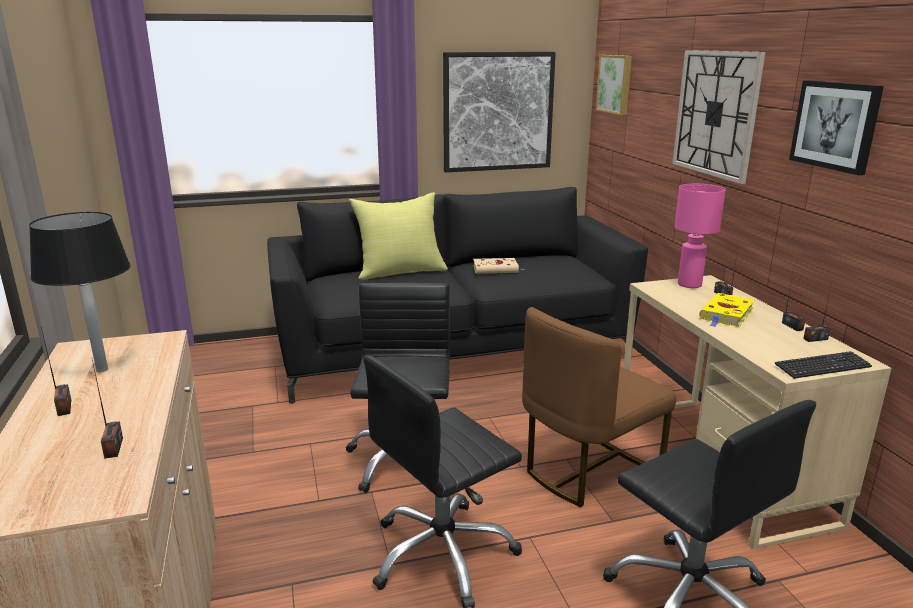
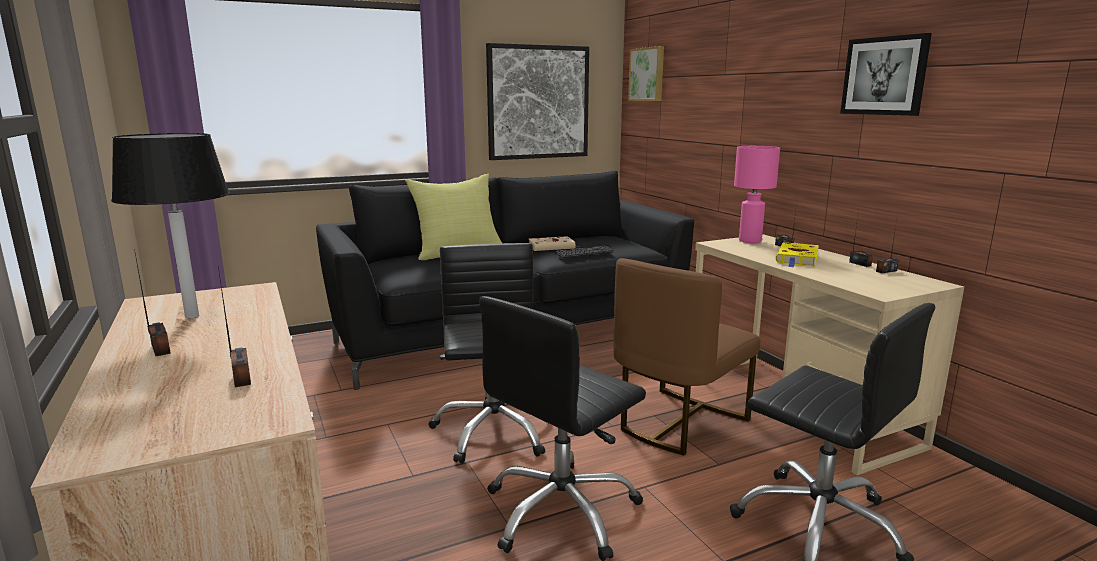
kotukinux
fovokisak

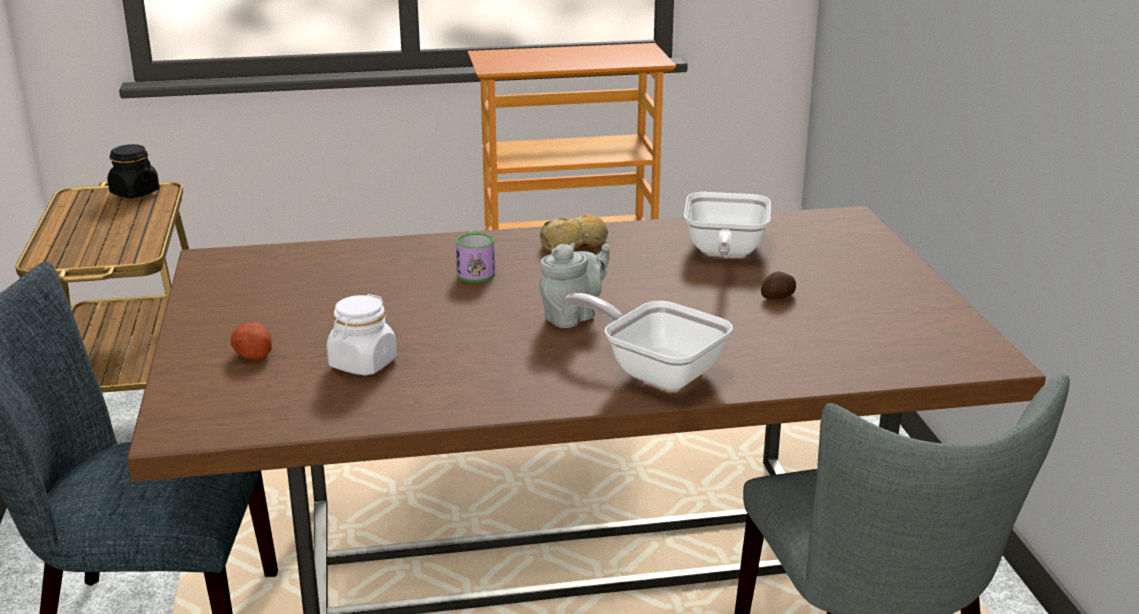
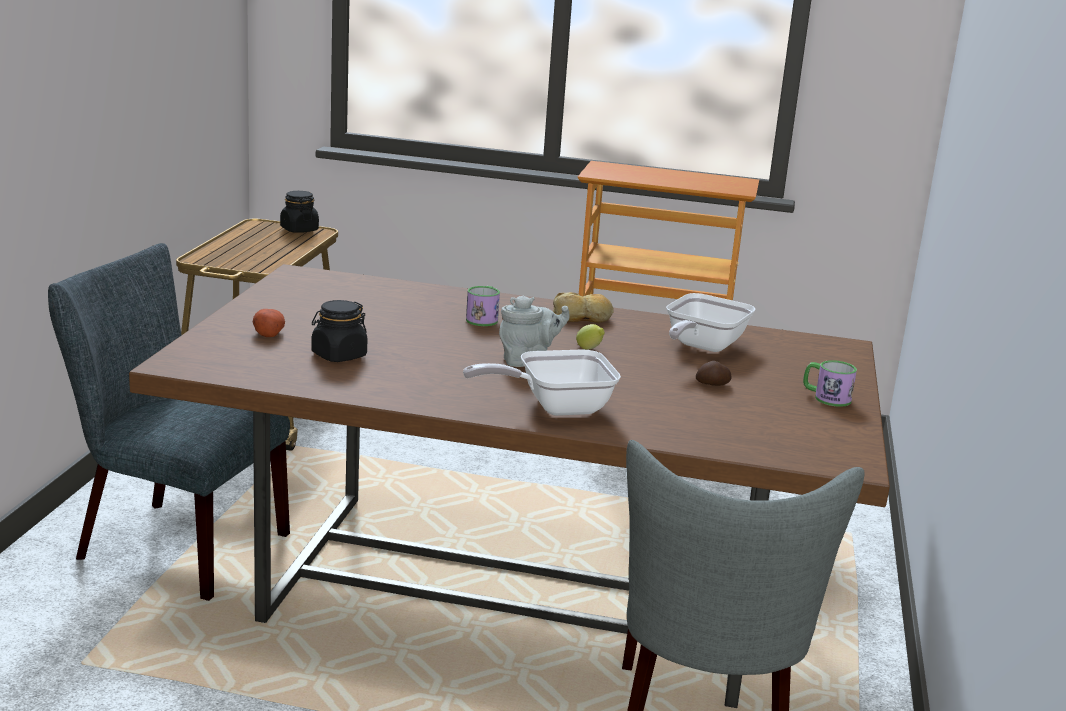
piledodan
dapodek (2nd from left)
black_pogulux (2nd from left)
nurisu (1st from left)

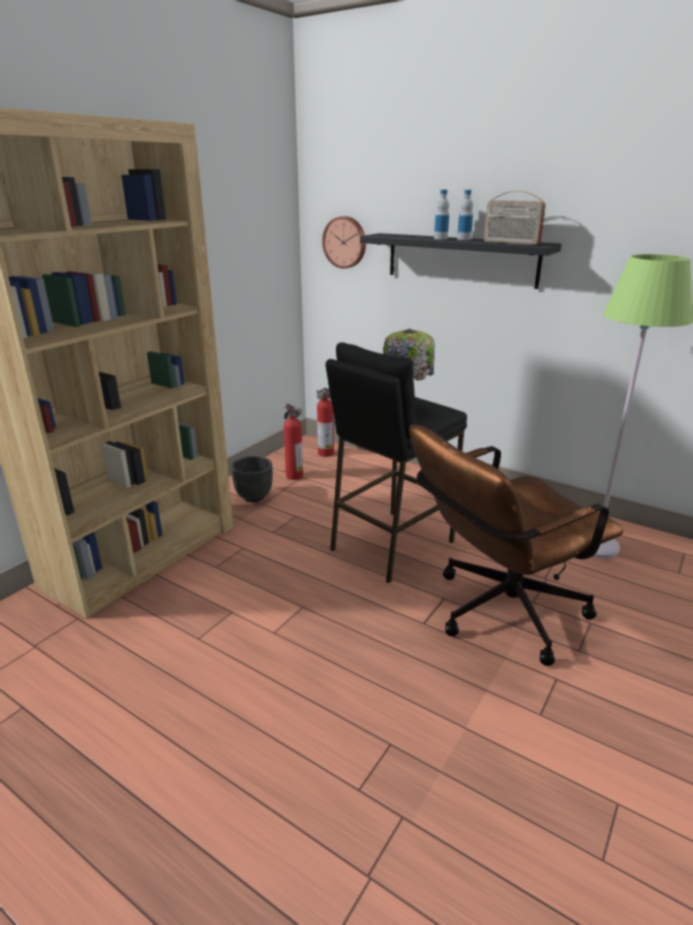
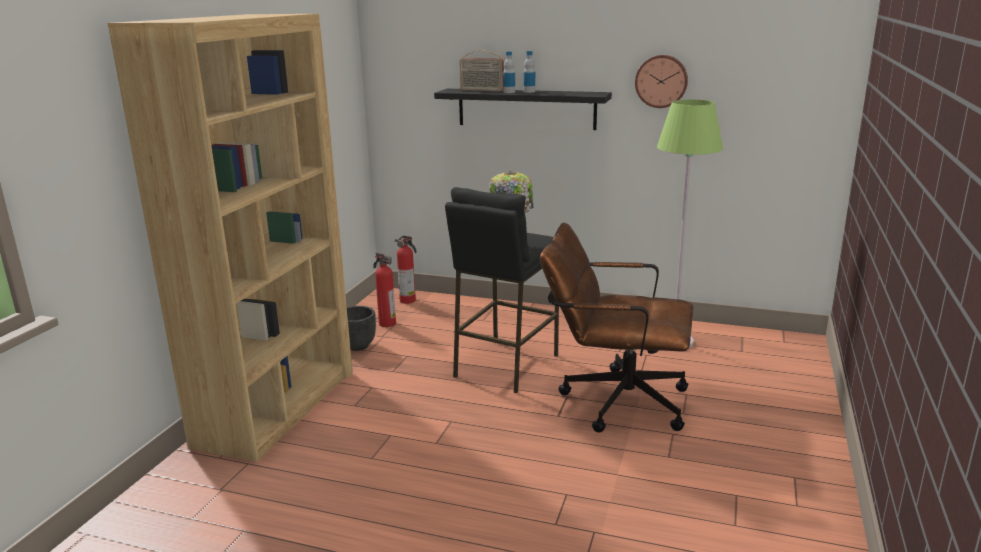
kotukinux
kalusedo
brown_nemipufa

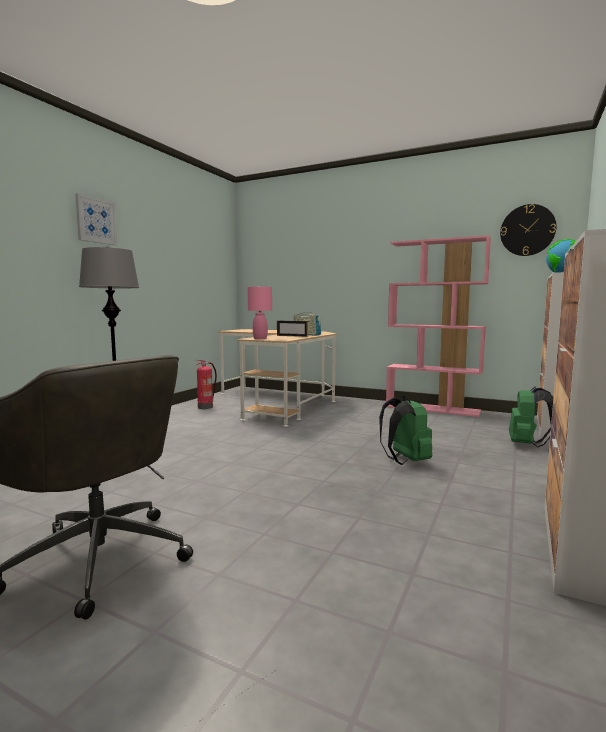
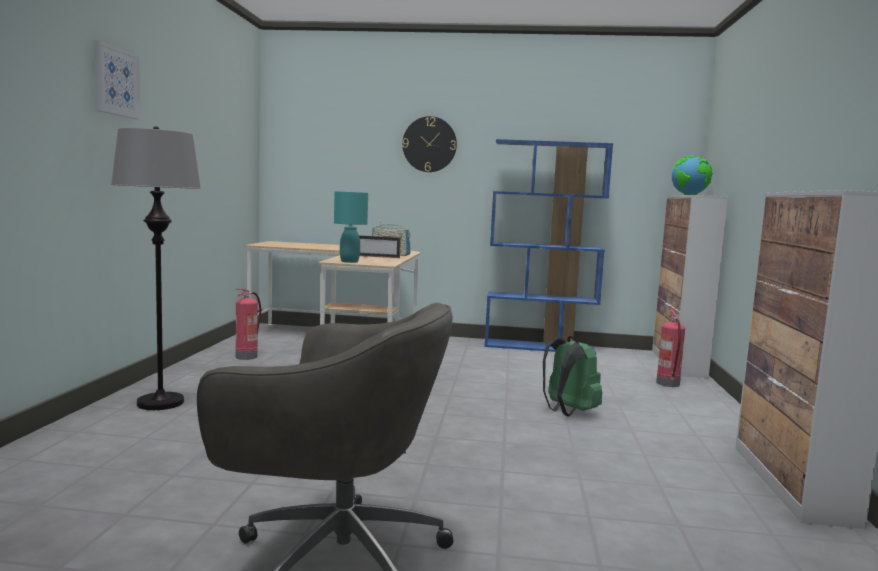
kotukinux
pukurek (2nd from left)
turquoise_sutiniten
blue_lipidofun

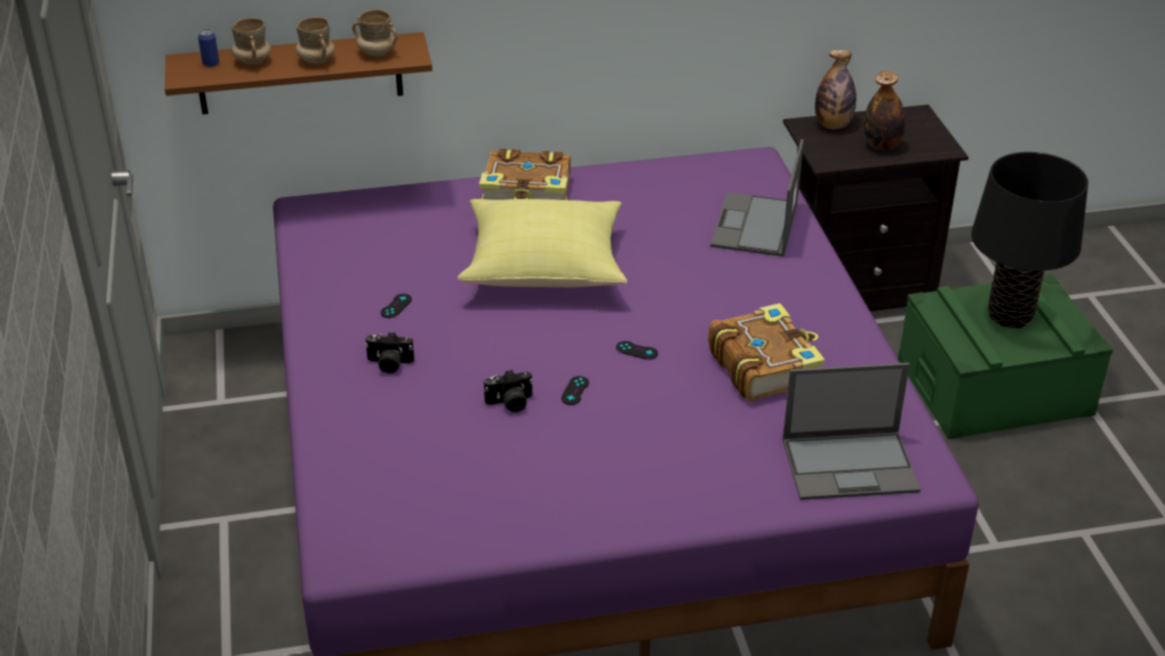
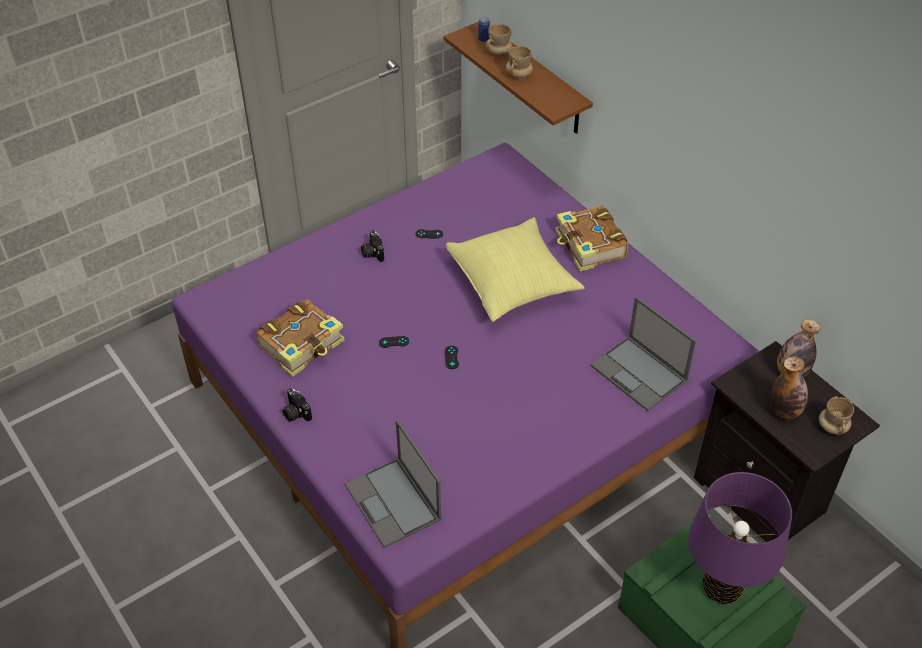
beige_dapodek (3rd from left)
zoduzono (1st from left)
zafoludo (1st from left)
purple_sutiniten
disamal (2nd from left)

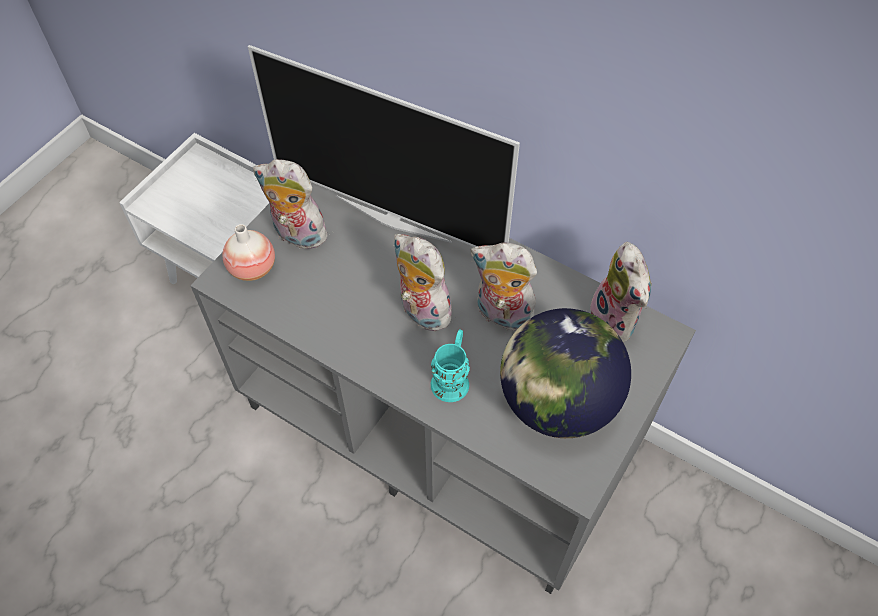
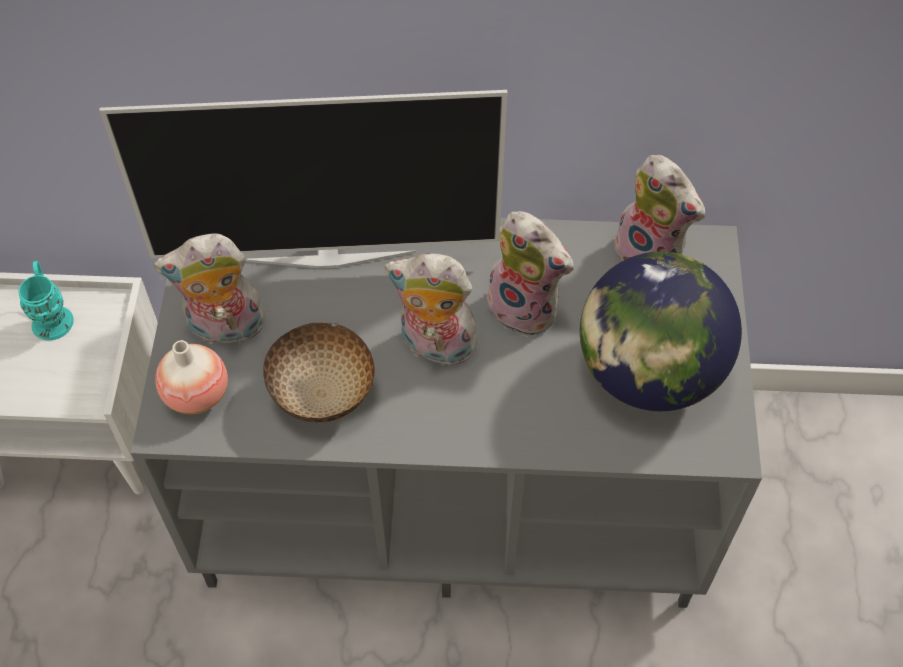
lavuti
turquoise_dapodek
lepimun (3rd from left)

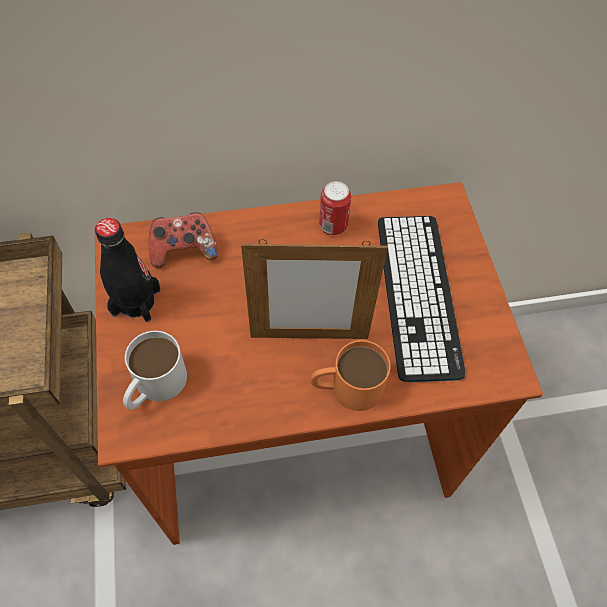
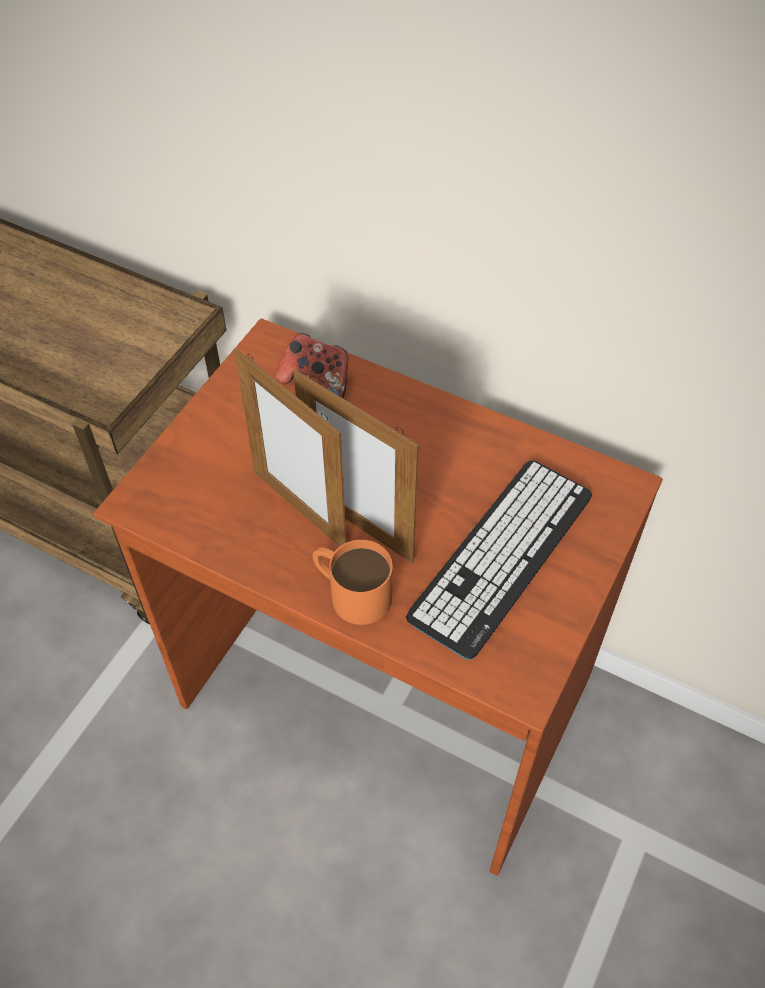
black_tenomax
white_dapodek
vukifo
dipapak (1st from left)

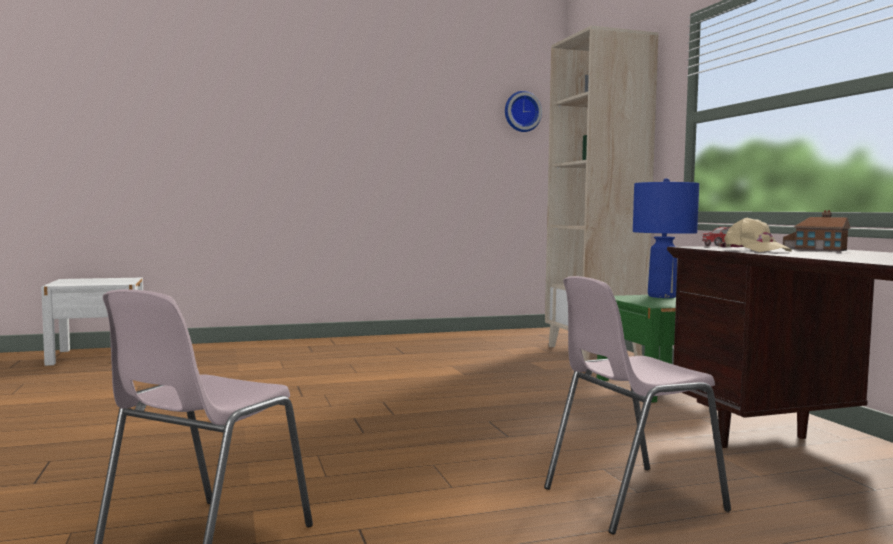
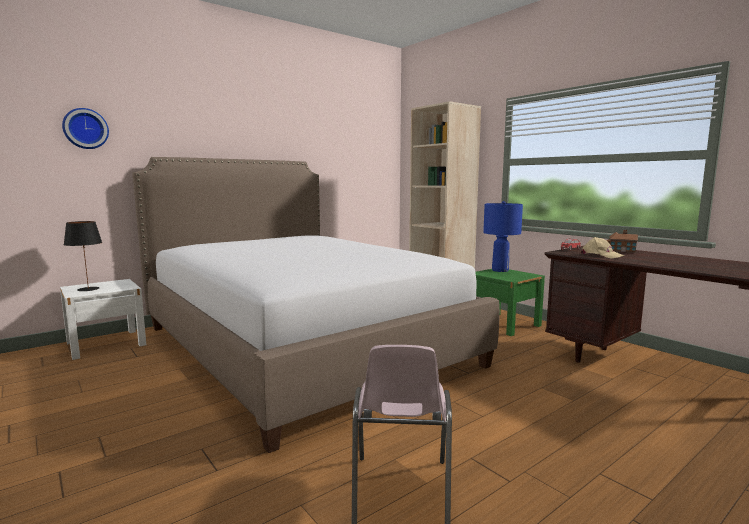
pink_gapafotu (2nd from left in the first image)
black_sutiniten
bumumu
kotukinux

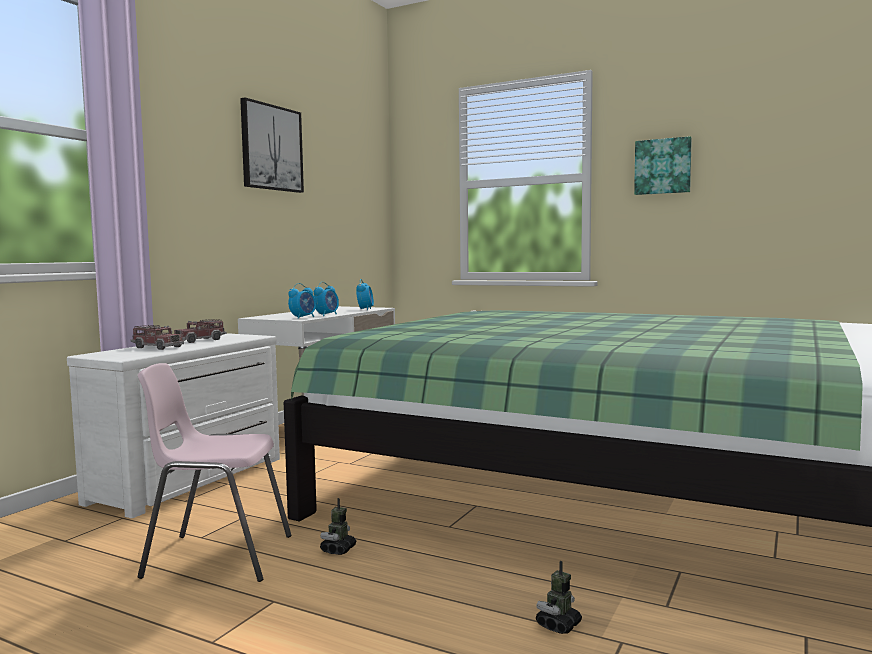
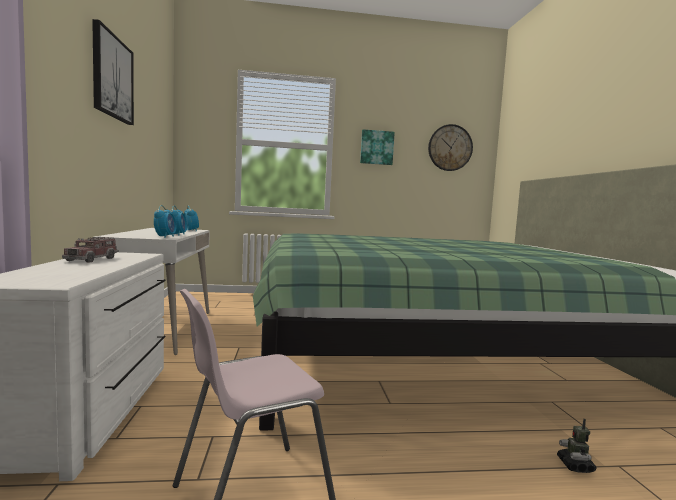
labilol (1st from left in the first image)
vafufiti (1st from left in the first image)
kotukinux

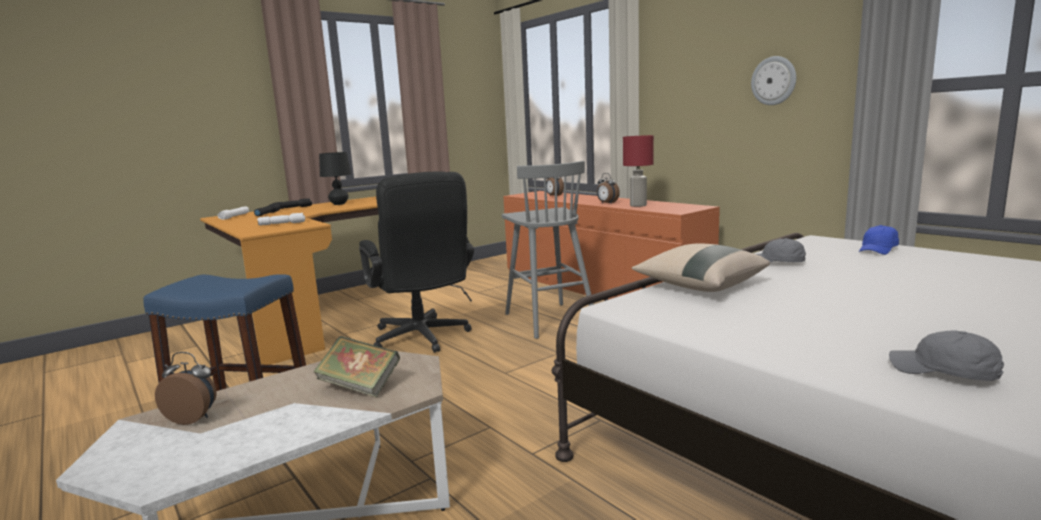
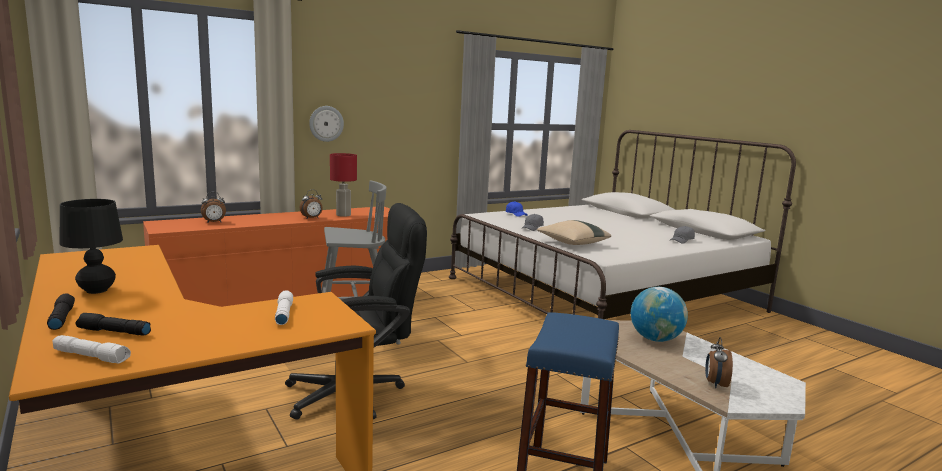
kotukinux
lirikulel

